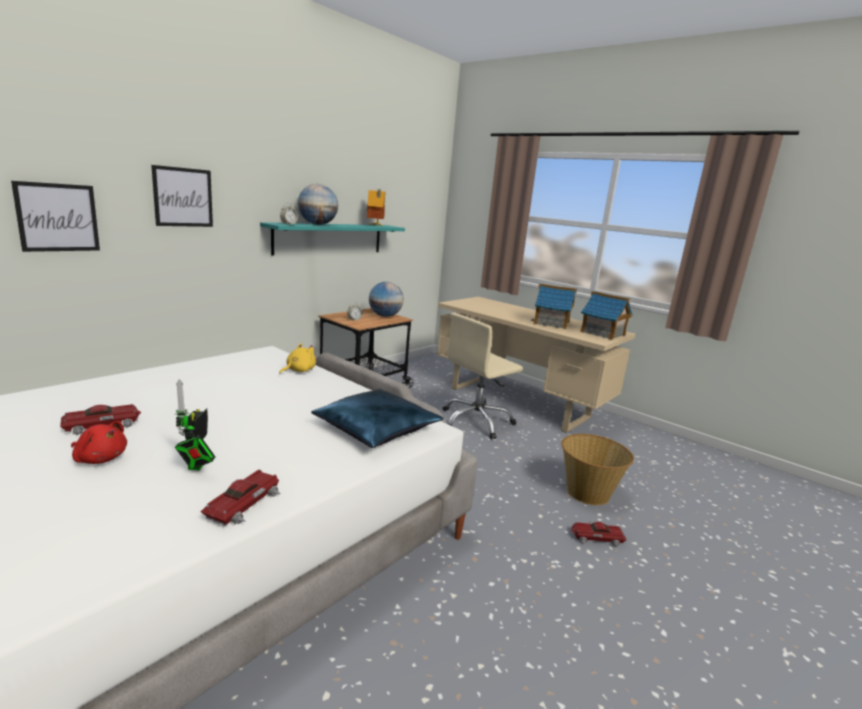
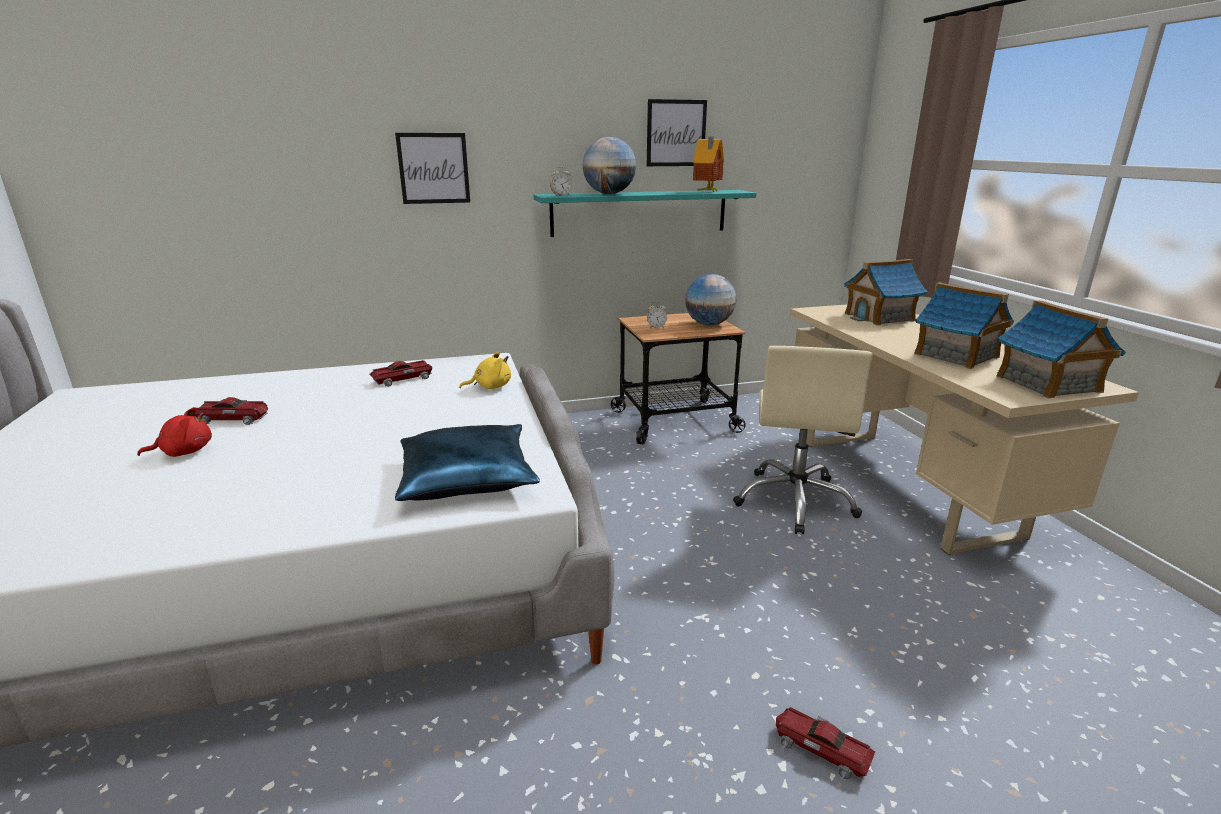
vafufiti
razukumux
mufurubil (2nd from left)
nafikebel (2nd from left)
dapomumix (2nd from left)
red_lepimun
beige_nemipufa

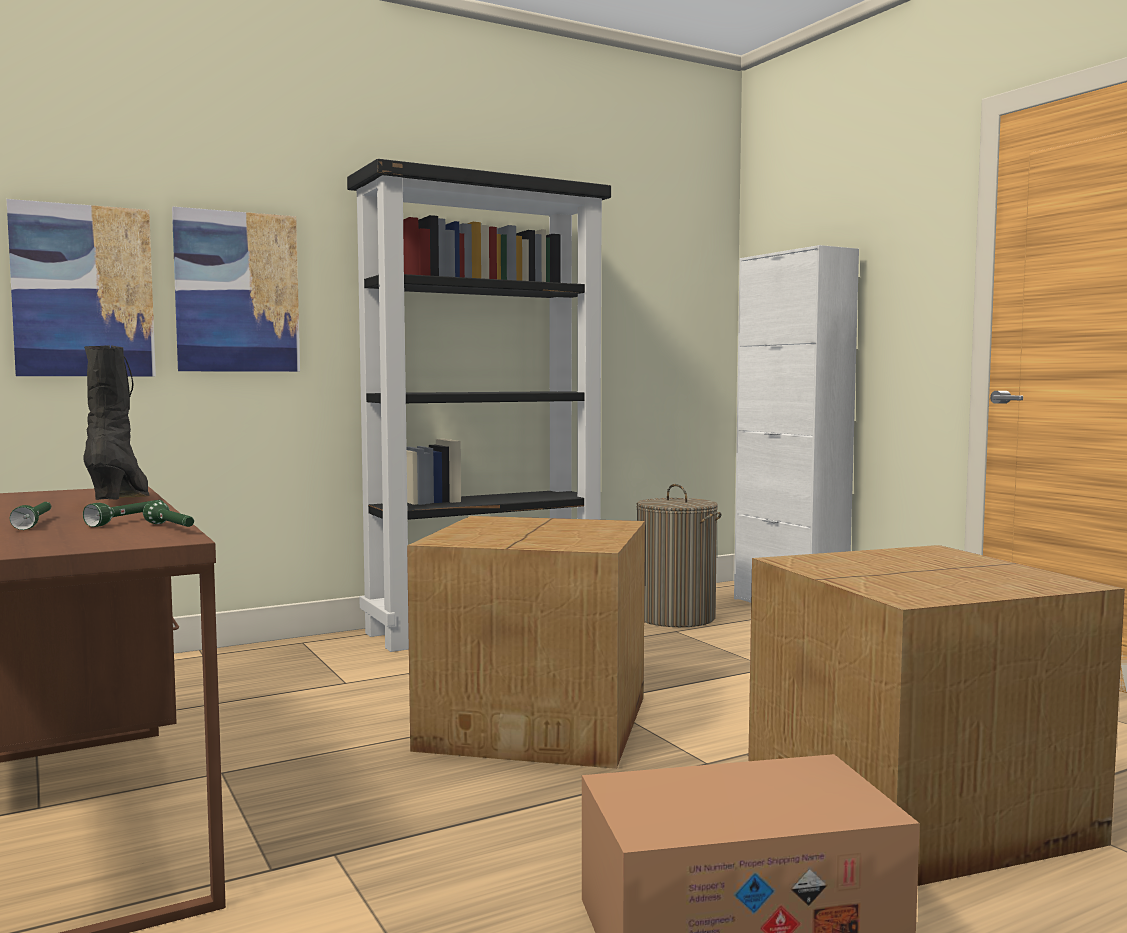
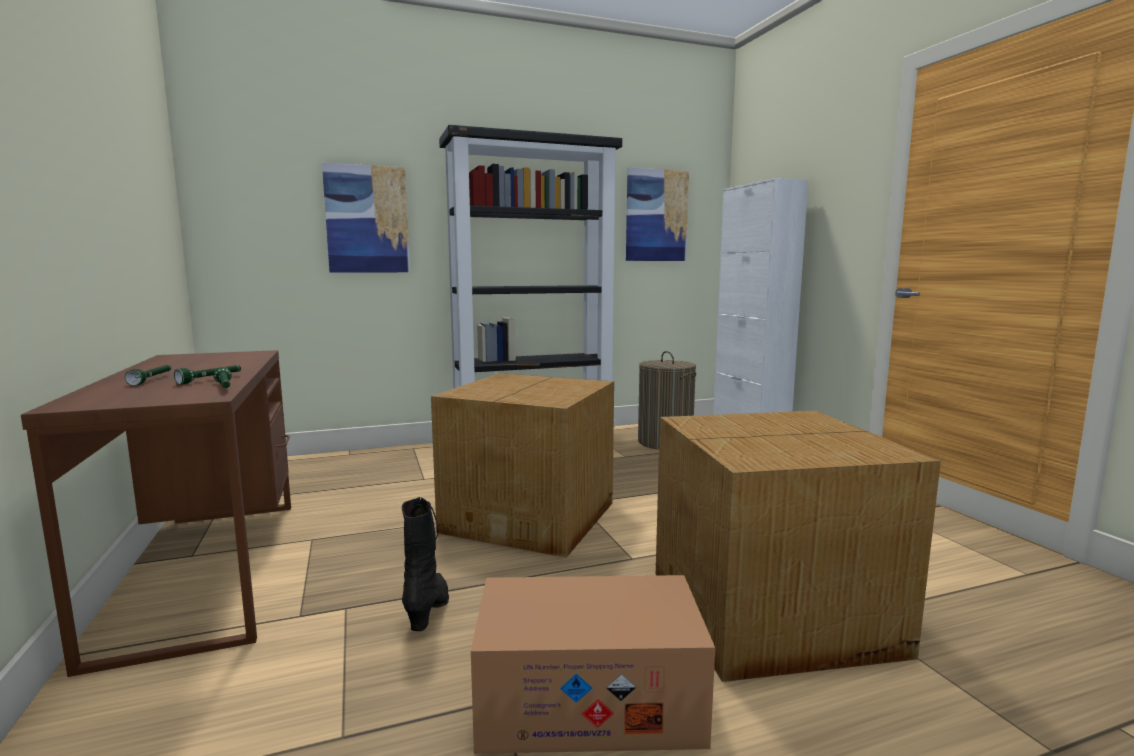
nafikebel (2nd from left)
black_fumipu

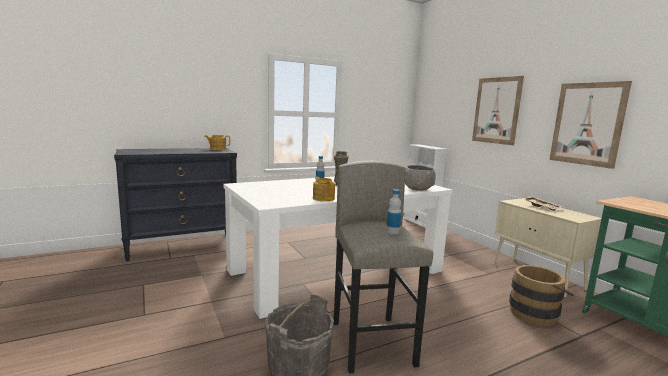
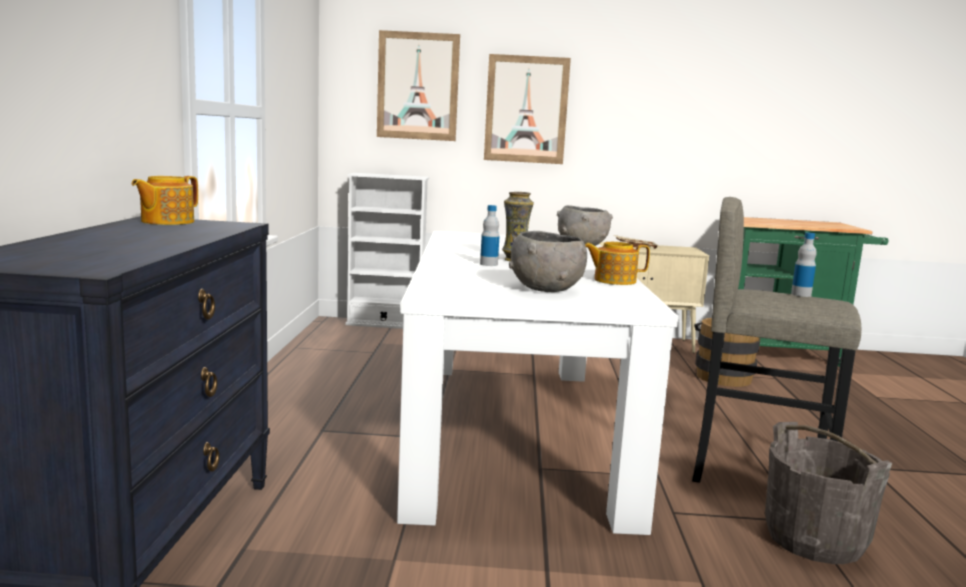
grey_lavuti (1st from left)
nafikebel (1st from left)

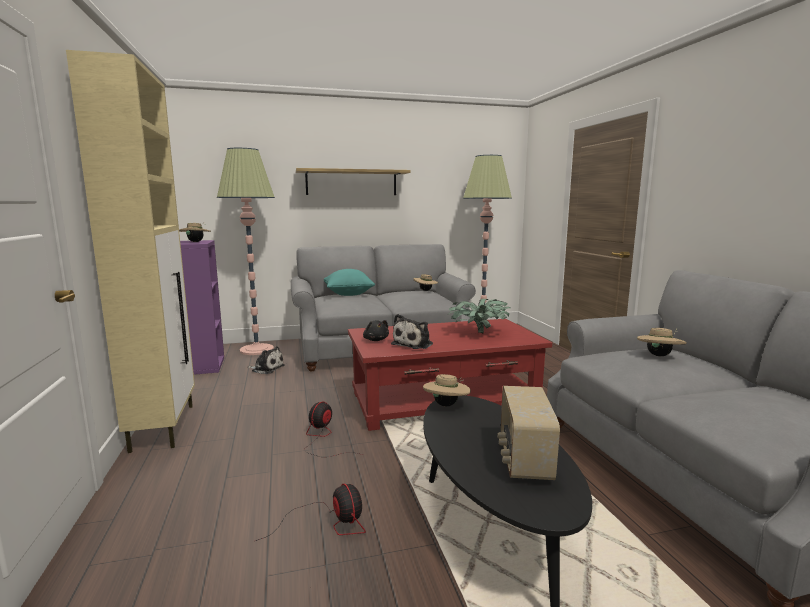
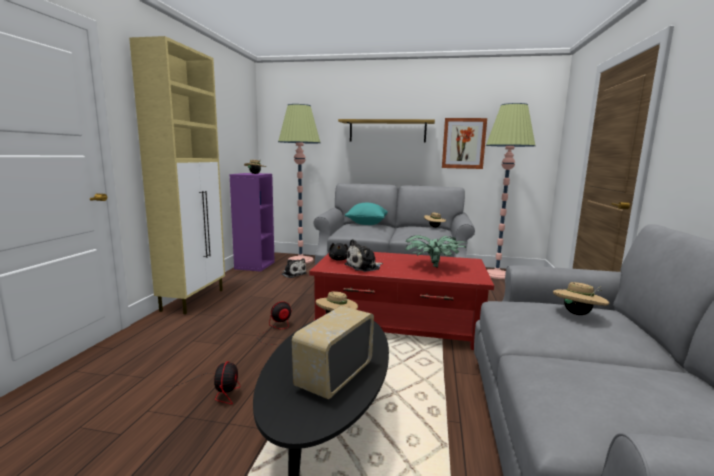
nafikebel

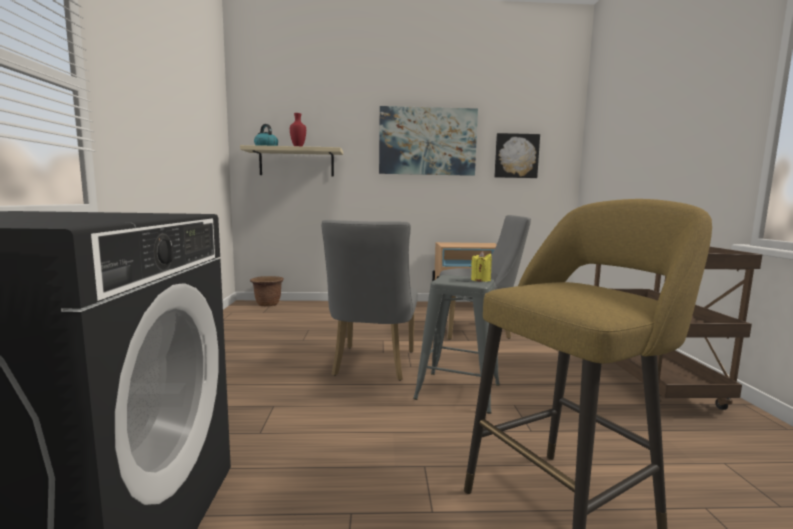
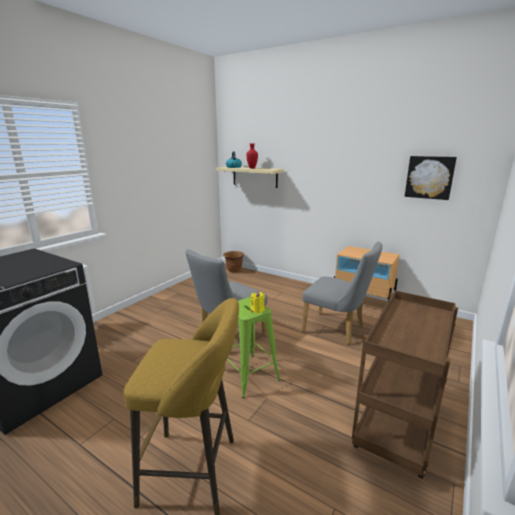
nafikebel (1st from left in the first image)
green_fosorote

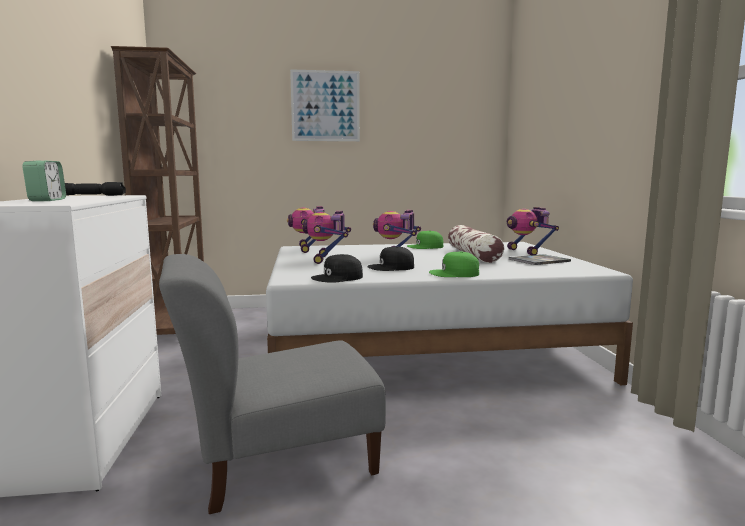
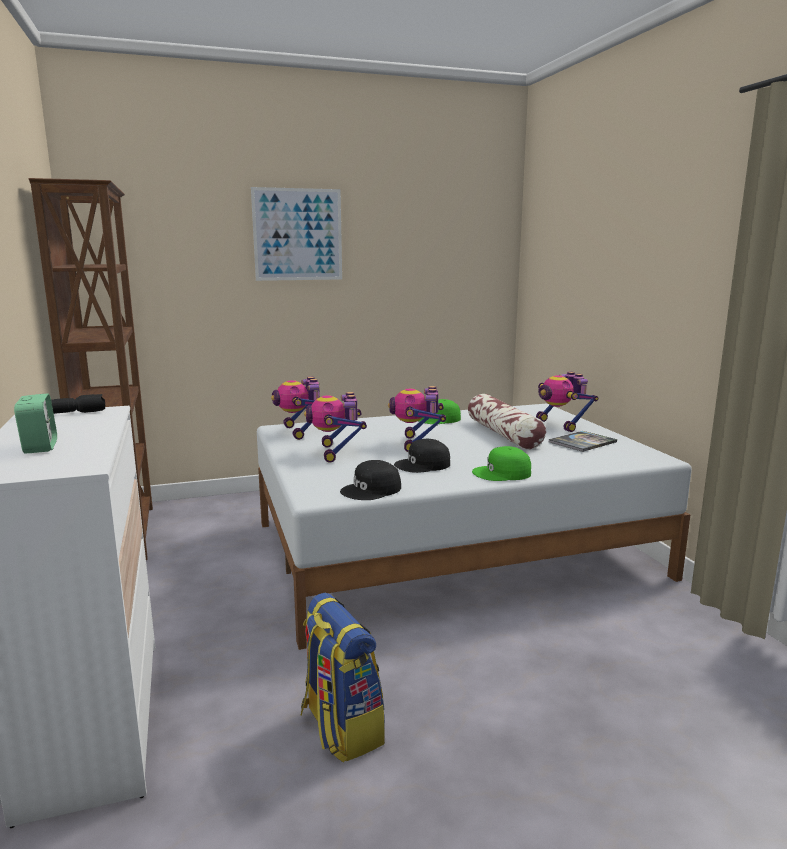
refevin

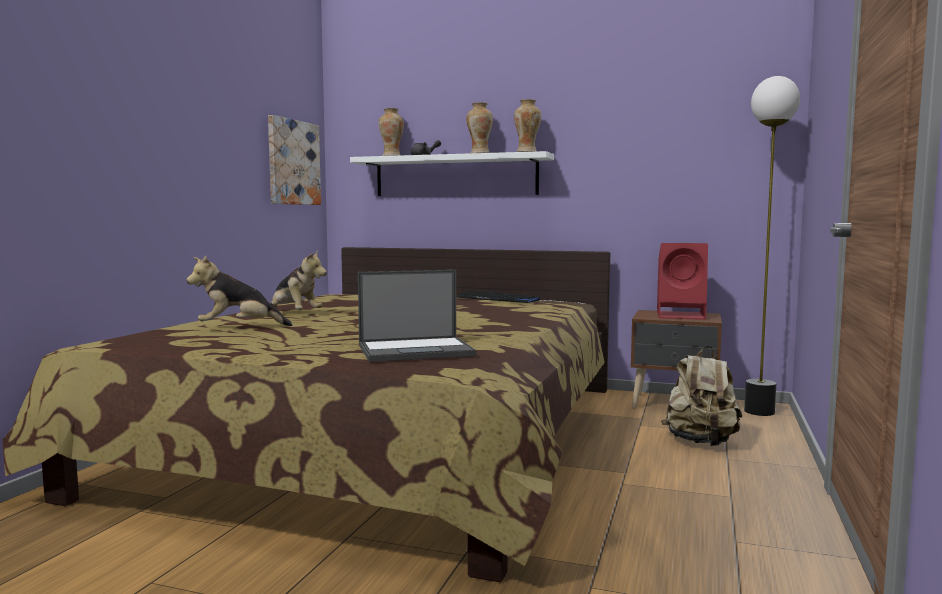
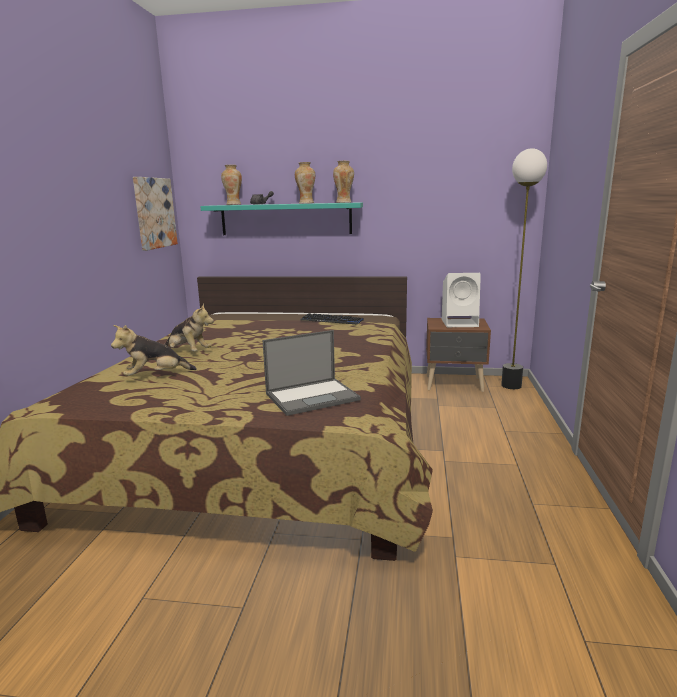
beige_refevin
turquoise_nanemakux
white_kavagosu

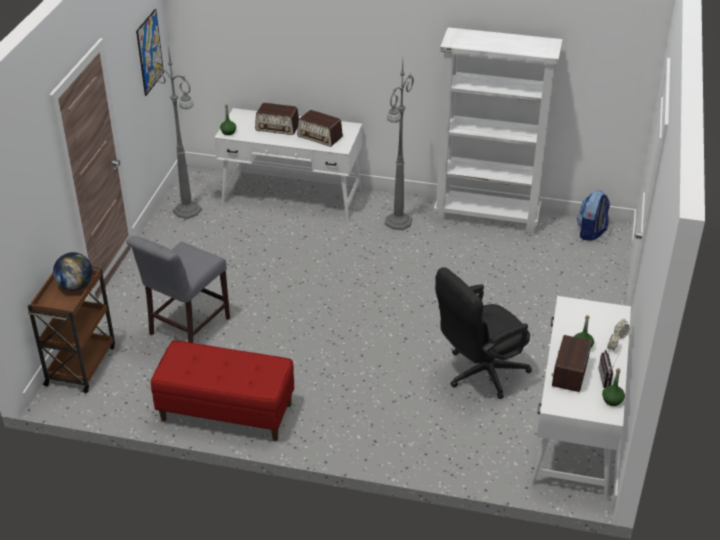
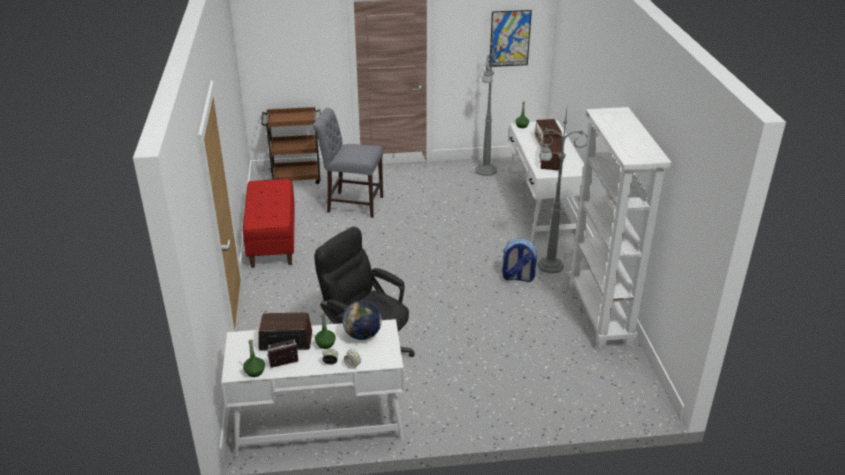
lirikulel
refevin

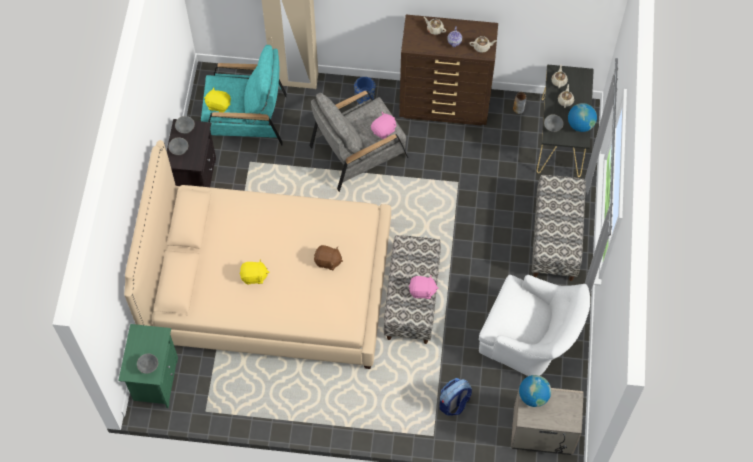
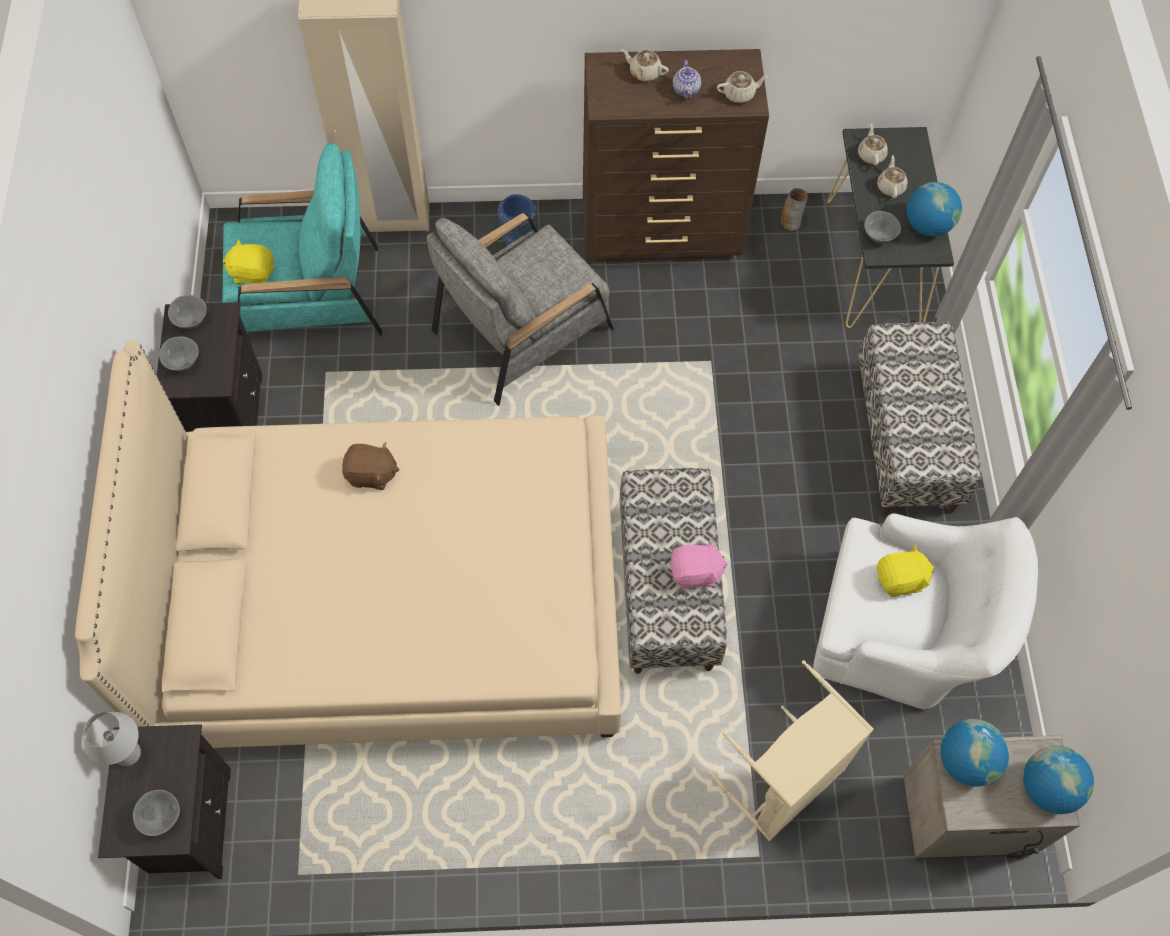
pink_lepimun (1st from left in the first image)
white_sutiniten
lirikulel (3rd from left)
yellow_lepimun (2nd from left)
brown_lepimun
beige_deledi
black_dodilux (1st from left)

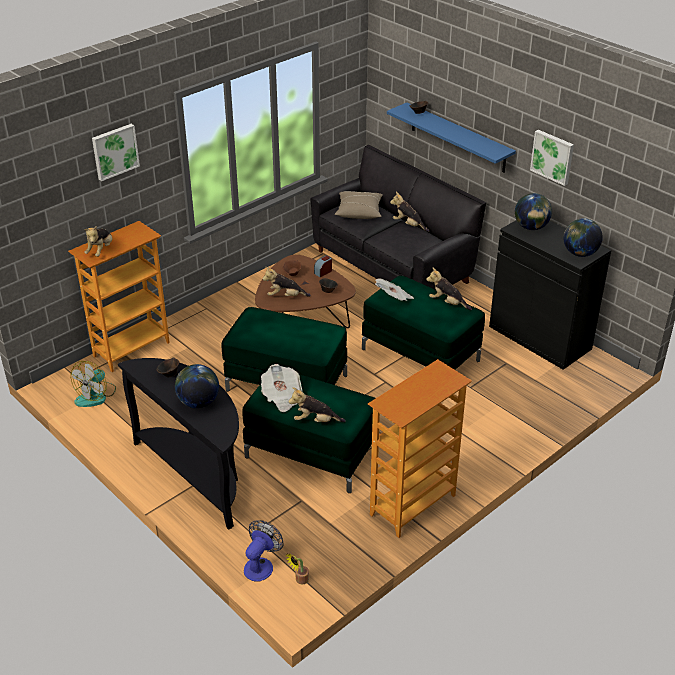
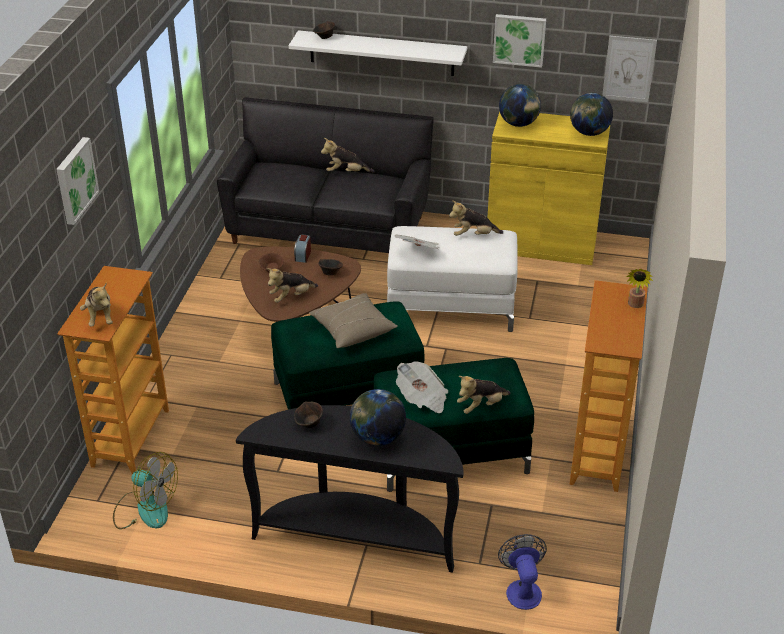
nafikebel (3rd from left)
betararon
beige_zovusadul
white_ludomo
white_nanemakux
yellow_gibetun
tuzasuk (1st from left)

